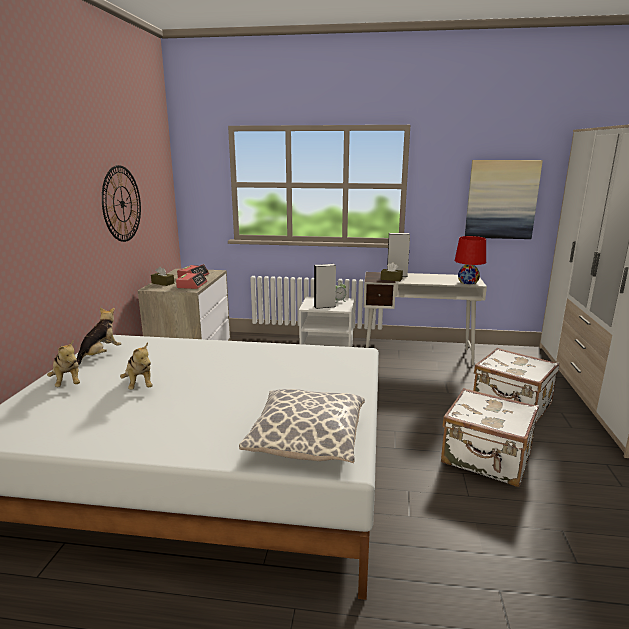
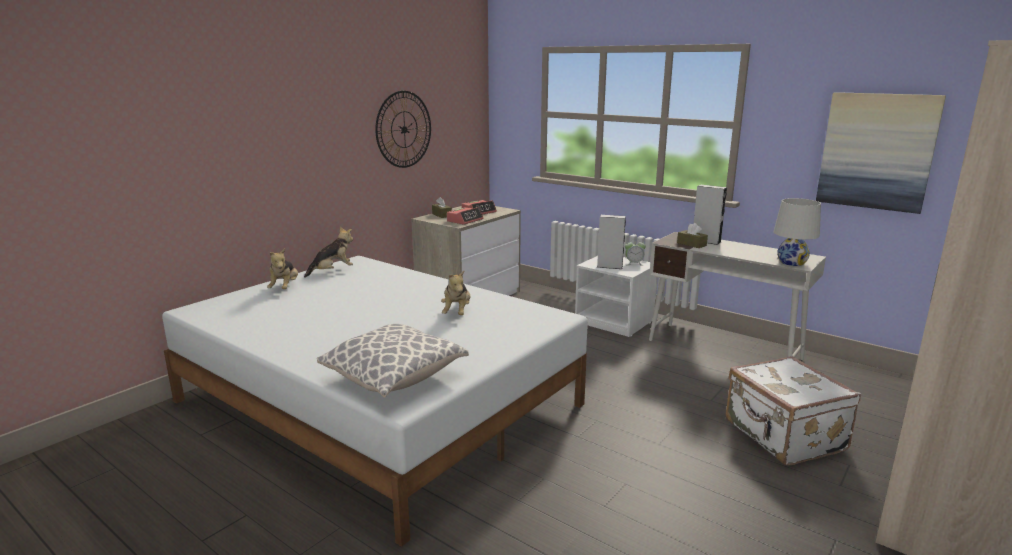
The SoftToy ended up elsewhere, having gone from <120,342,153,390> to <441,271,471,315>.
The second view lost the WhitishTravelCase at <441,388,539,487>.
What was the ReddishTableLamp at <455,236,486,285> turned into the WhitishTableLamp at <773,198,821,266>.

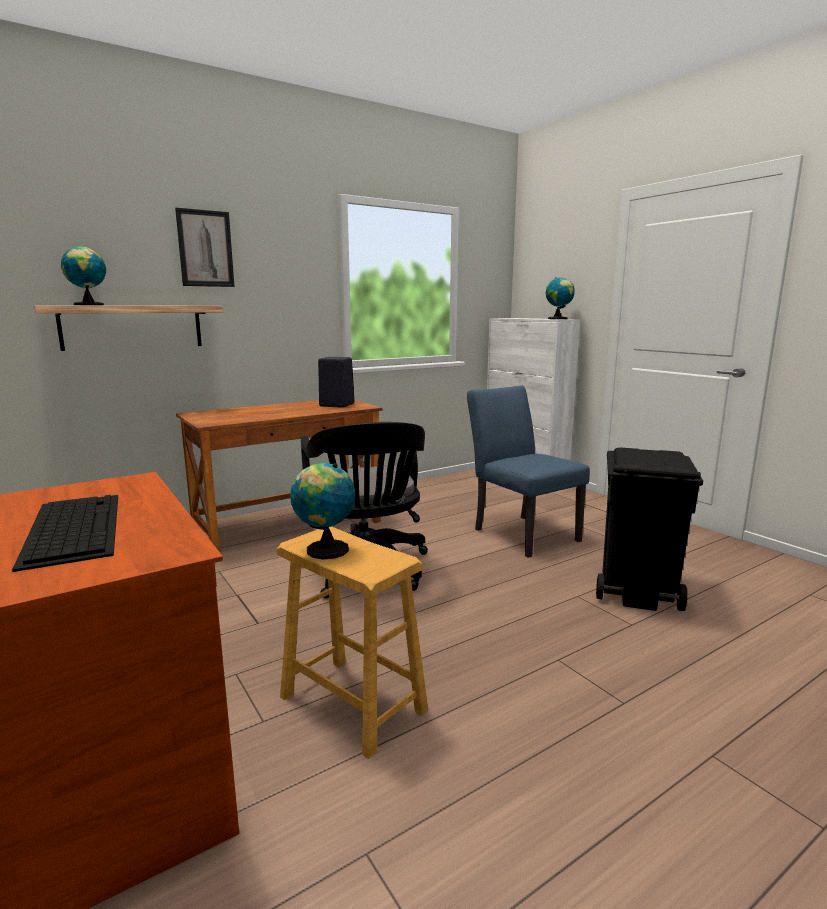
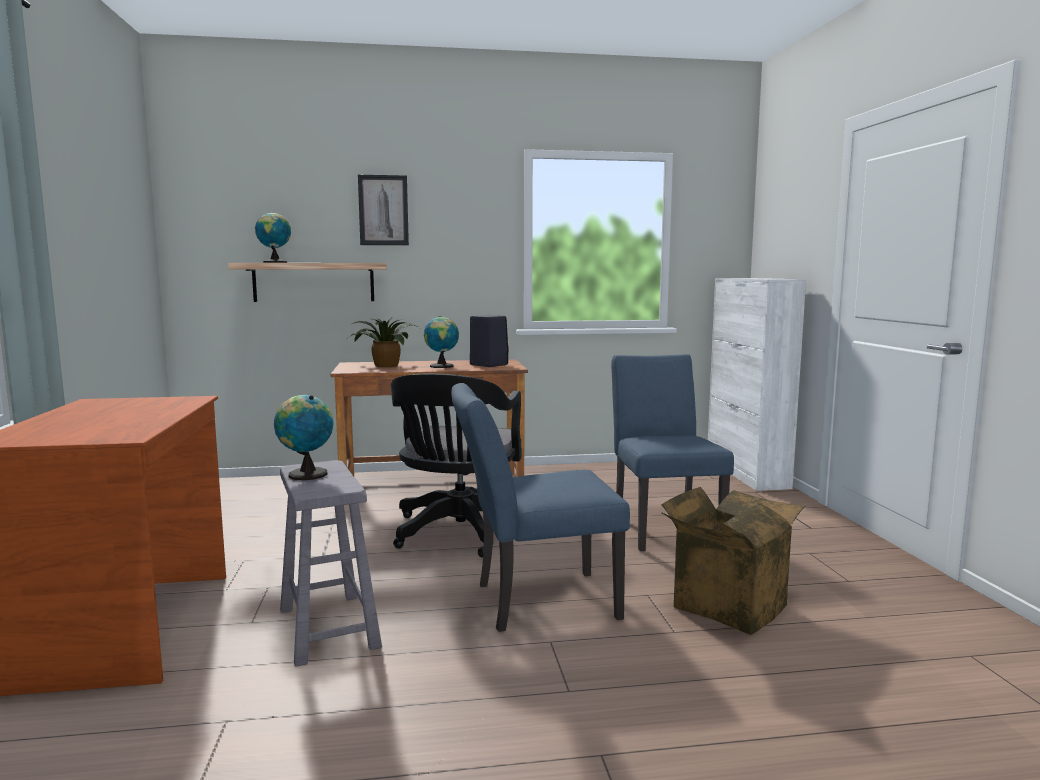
The second view lost the PcKeyboard at <12,495,118,572>.
What was the BrownColouredStool at <277,527,428,759> turned into the GrayStool at <280,460,382,667>.
The Globe ended up elsewhere, having gone from <546,277,575,319> to <424,316,459,368>.
Where the BlackColouredWasteBin stood at <596,447,703,611>, the Carton came to stand at <661,487,806,635>.
The second view gained the Houseplant at <348,315,420,367>.
The second view gained the BlueChair at <451,383,630,632>.

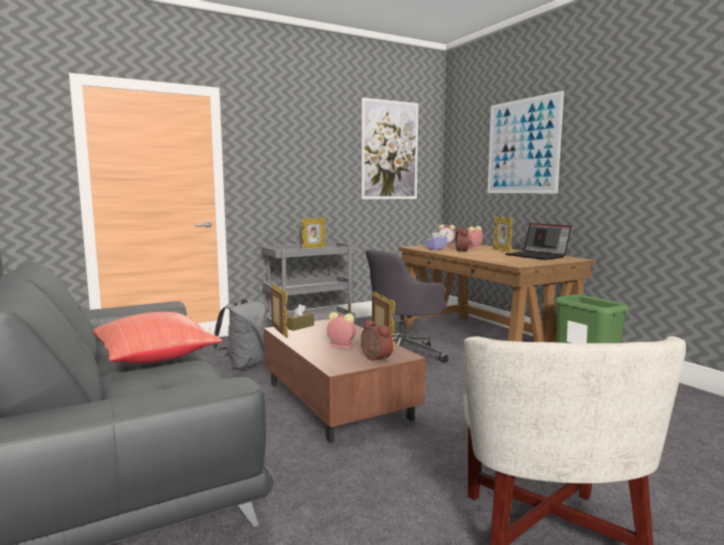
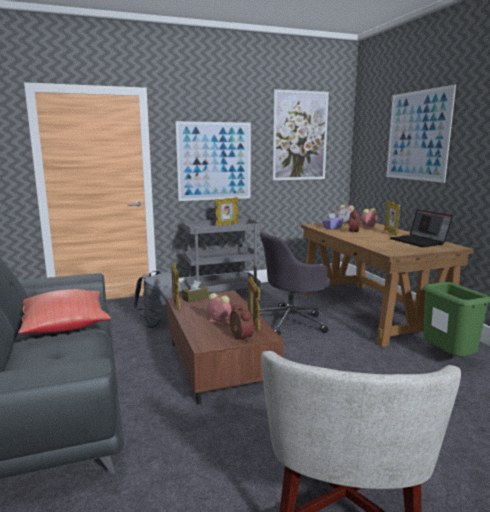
The second view gained the Picture at <175,121,251,201>.

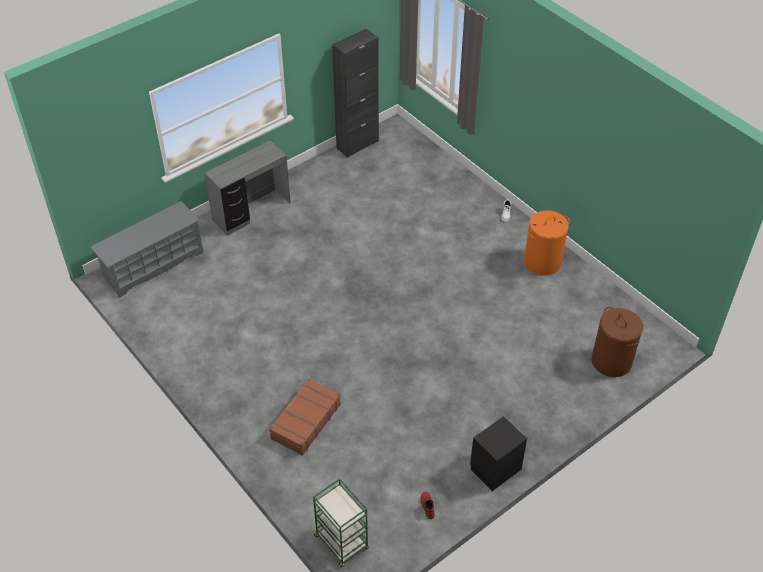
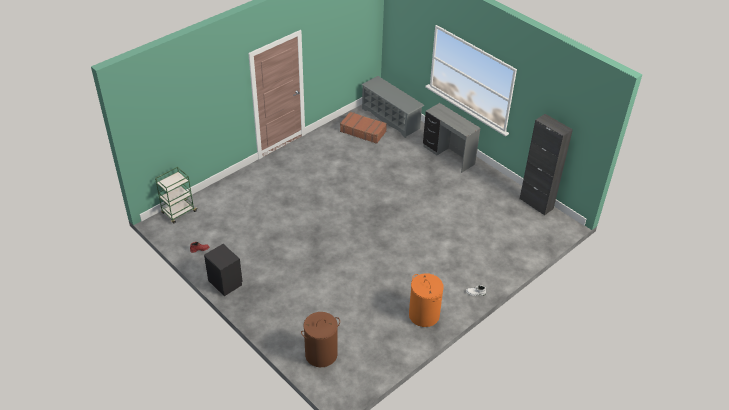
The BrownColouredTravelCase ended up elsewhere, having gone from <269,379,341,456> to <340,112,387,144>.

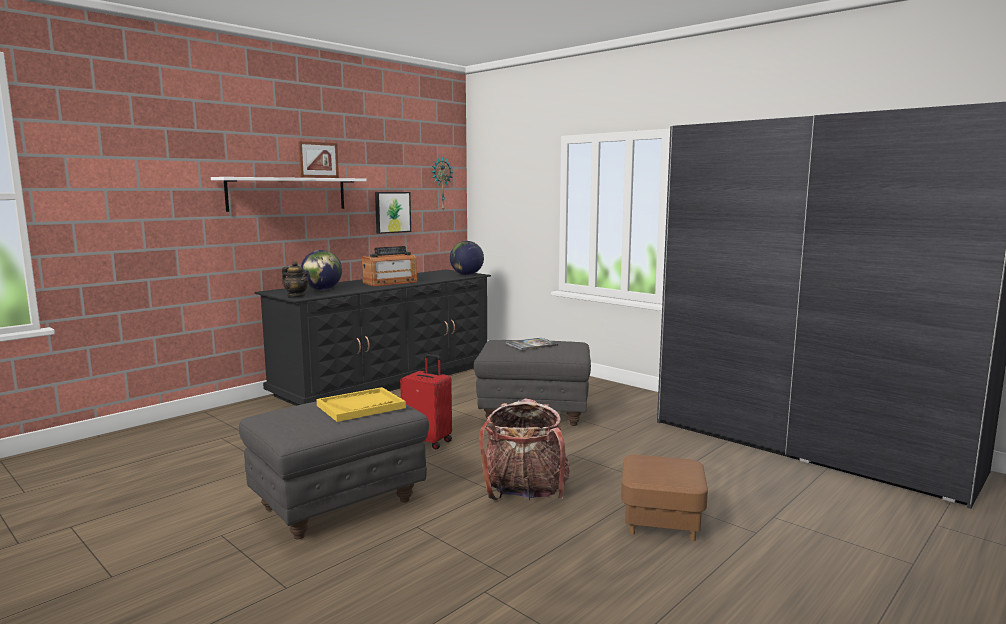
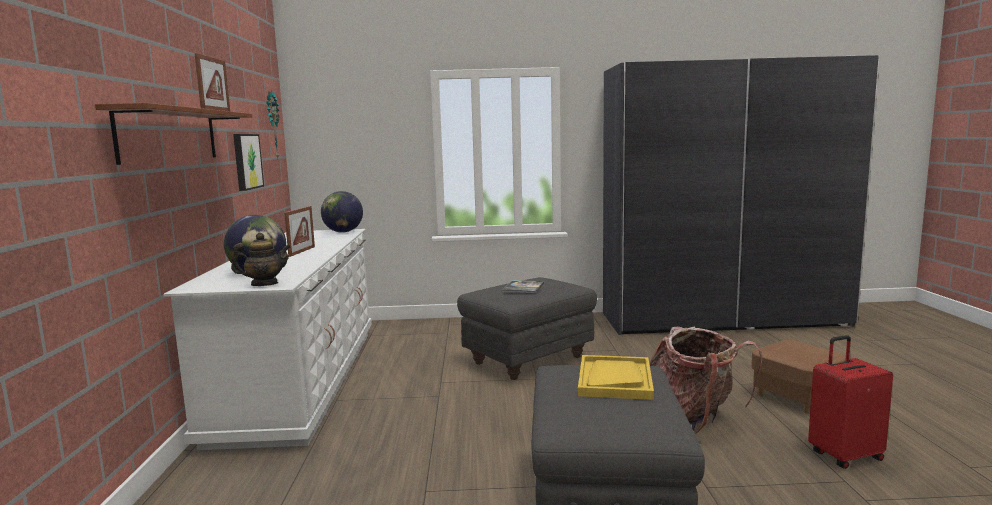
What was the WhitishWallShelf at <211,177,367,212> turned into the BrownColouredWallShelf at <95,103,252,165>.
What was the BlackColouredDrawerChest at <255,269,491,406> turned into the WhitishDrawerChest at <163,229,372,450>.
Where the RadioSet stood at <362,246,417,286>, the PictureFrame came to stand at <284,206,315,257>.
The ReddishTravelCase ended up elsewhere, having gone from <400,354,452,449> to <808,335,893,469>.

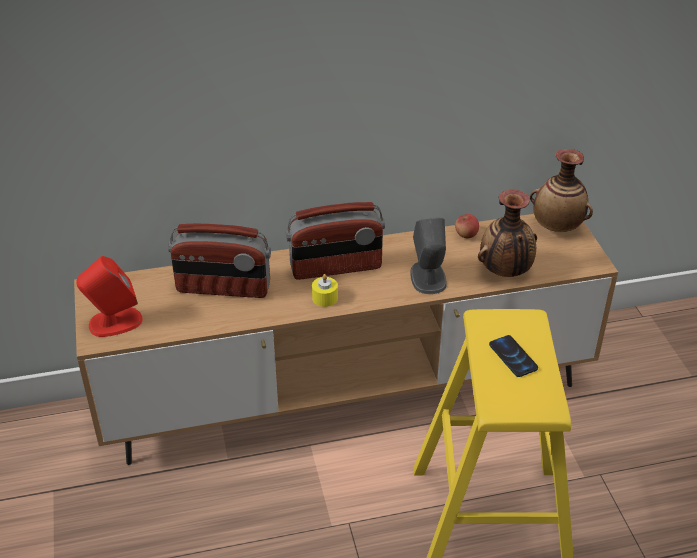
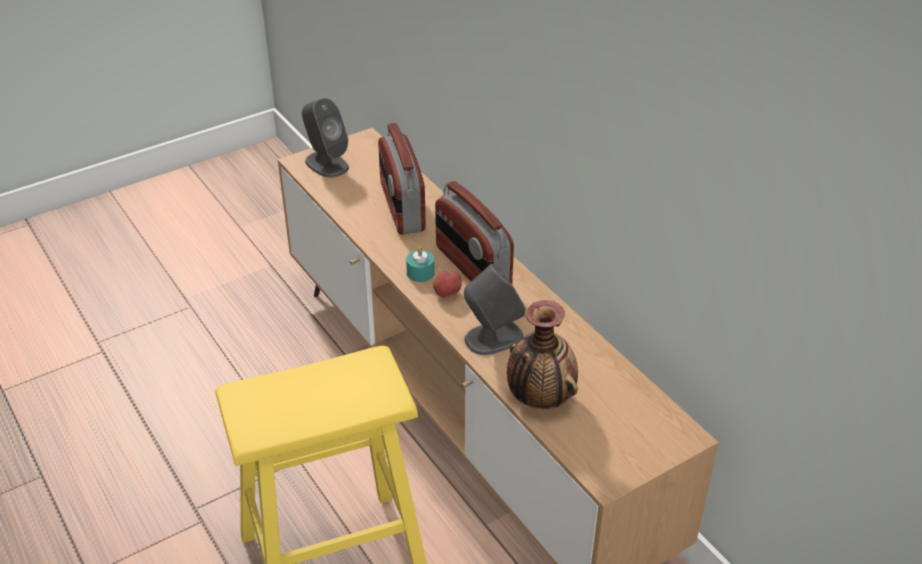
What was the ReddishLoudspeaker at <77,256,143,337> turned into the GrayLoudspeaker at <302,98,349,178>.
What was the YellowWaxCandle at <312,274,338,307> turned into the TurquoiseWaxCandle at <406,246,435,282>.
The AppleFruit ended up elsewhere, having gone from <455,214,479,238> to <433,270,462,298>.
The second view lost the Handset at <489,335,538,377>.
The second view lost the FlowerVase at <530,149,593,232>.

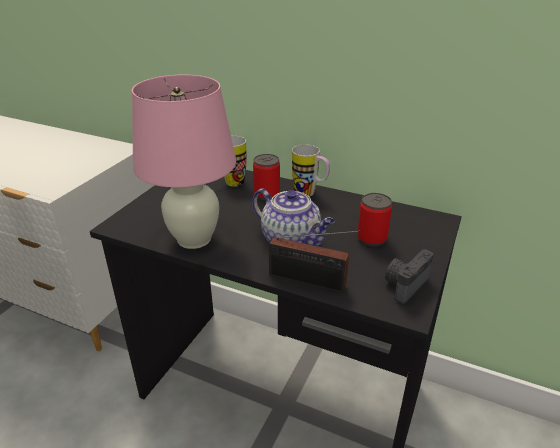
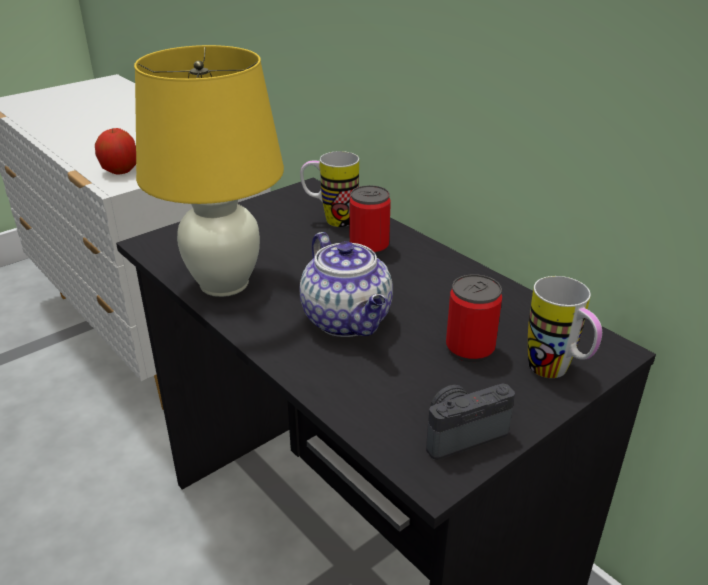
What was the PinkTableLamp at <132,75,236,249> turned into the YellowTableLamp at <134,45,284,297>.
The second view lost the RadioSet at <269,230,361,293>.
The Mug ended up elsewhere, having gone from <292,145,330,197> to <528,276,602,378>.
The second view gained the AppleFruit at <95,128,136,174>.

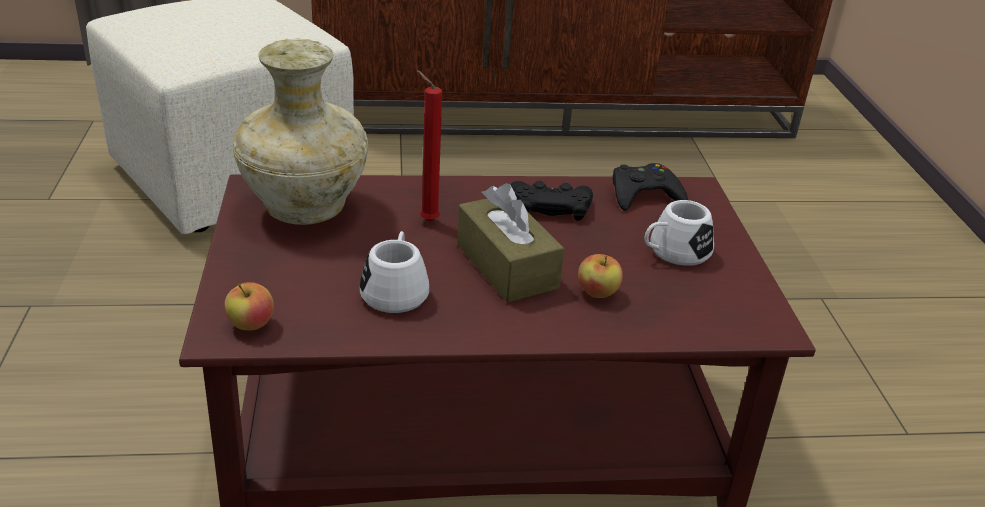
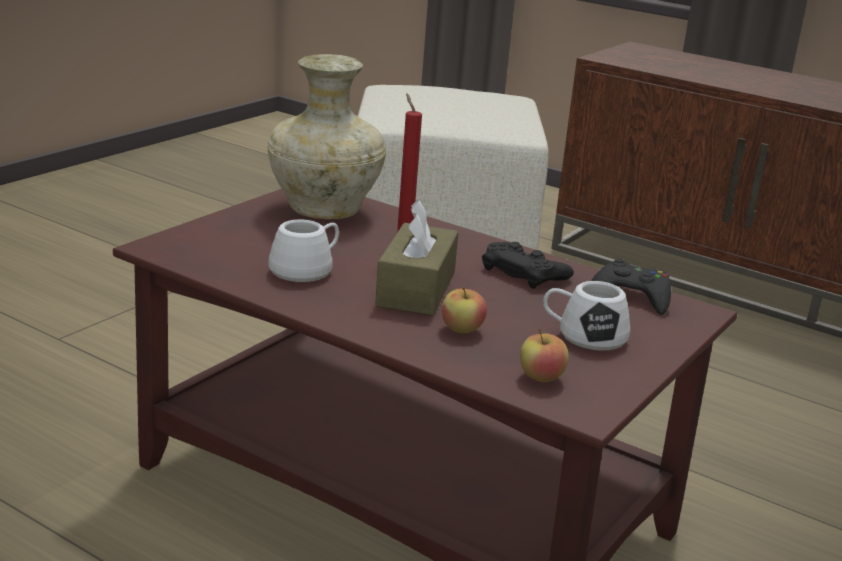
The AppleFruit ended up elsewhere, having gone from <224,282,274,331> to <520,329,569,382>.

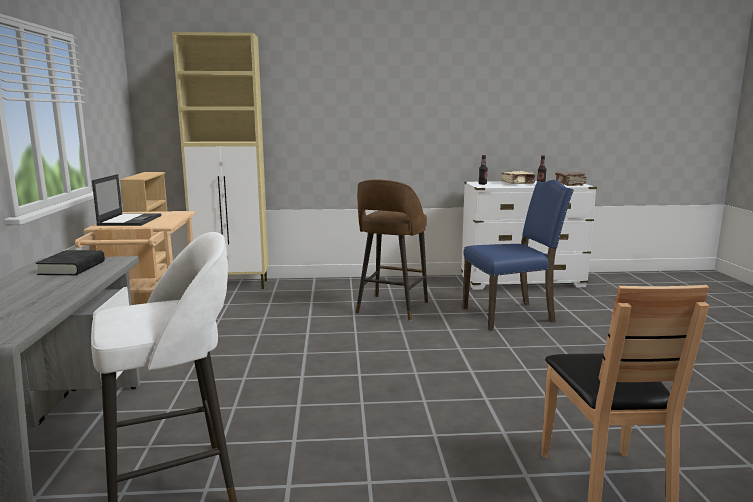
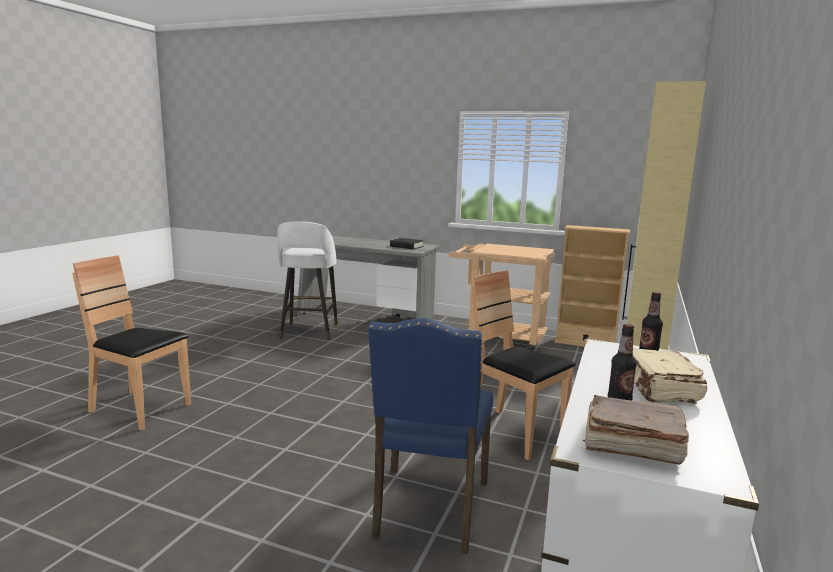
The second view lost the Laptop at <92,174,161,226>.
Where the BrownColouredStool stood at <355,179,428,321>, the BrownColouredChair came to stand at <472,270,576,460>.

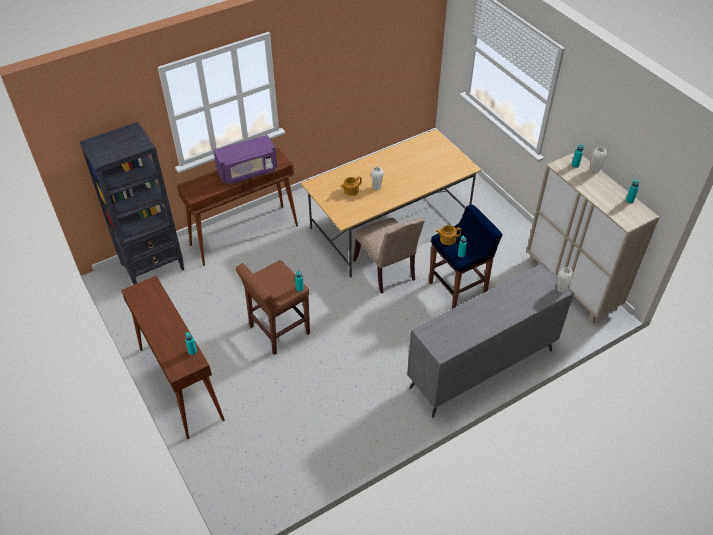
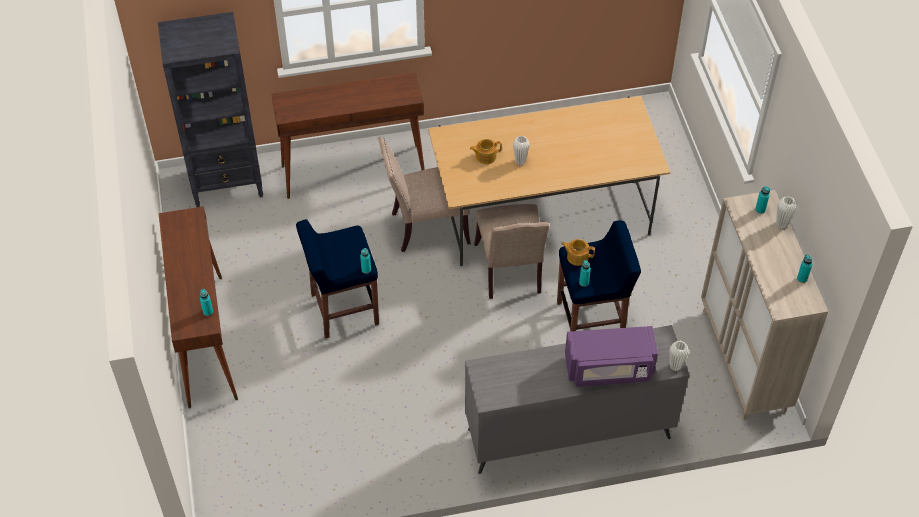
The PurplishKitchenMicrowave ended up elsewhere, having gone from <213,135,277,184> to <565,326,658,387>.
What was the BrownColouredStool at <236,261,310,355> turned into the BlueStool at <296,219,379,339>.
The second view gained the SandColouredChair at <378,137,471,252>.

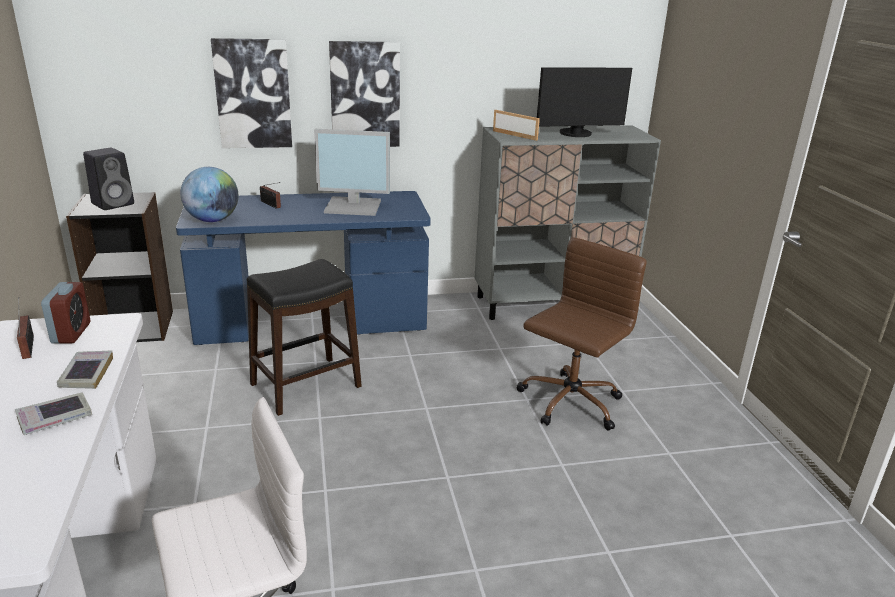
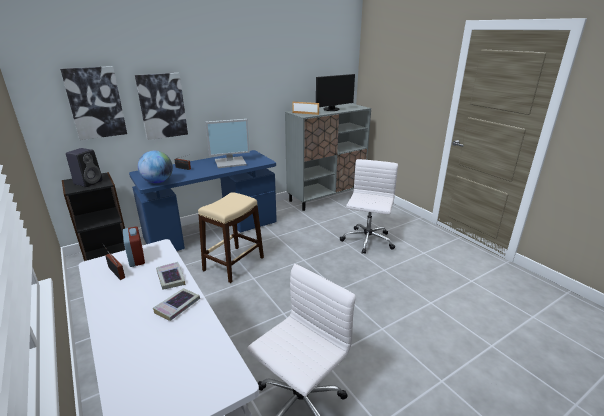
What was the BlackColouredStool at <247,259,362,416> turned into the SandColouredStool at <198,192,264,283>.
The Picture ended up elsewhere, having gone from <329,41,400,147> to <60,66,127,140>.
What was the BrownColouredDeskChair at <516,238,646,431> turned into the WhitishDeskChair at <340,159,398,254>.

